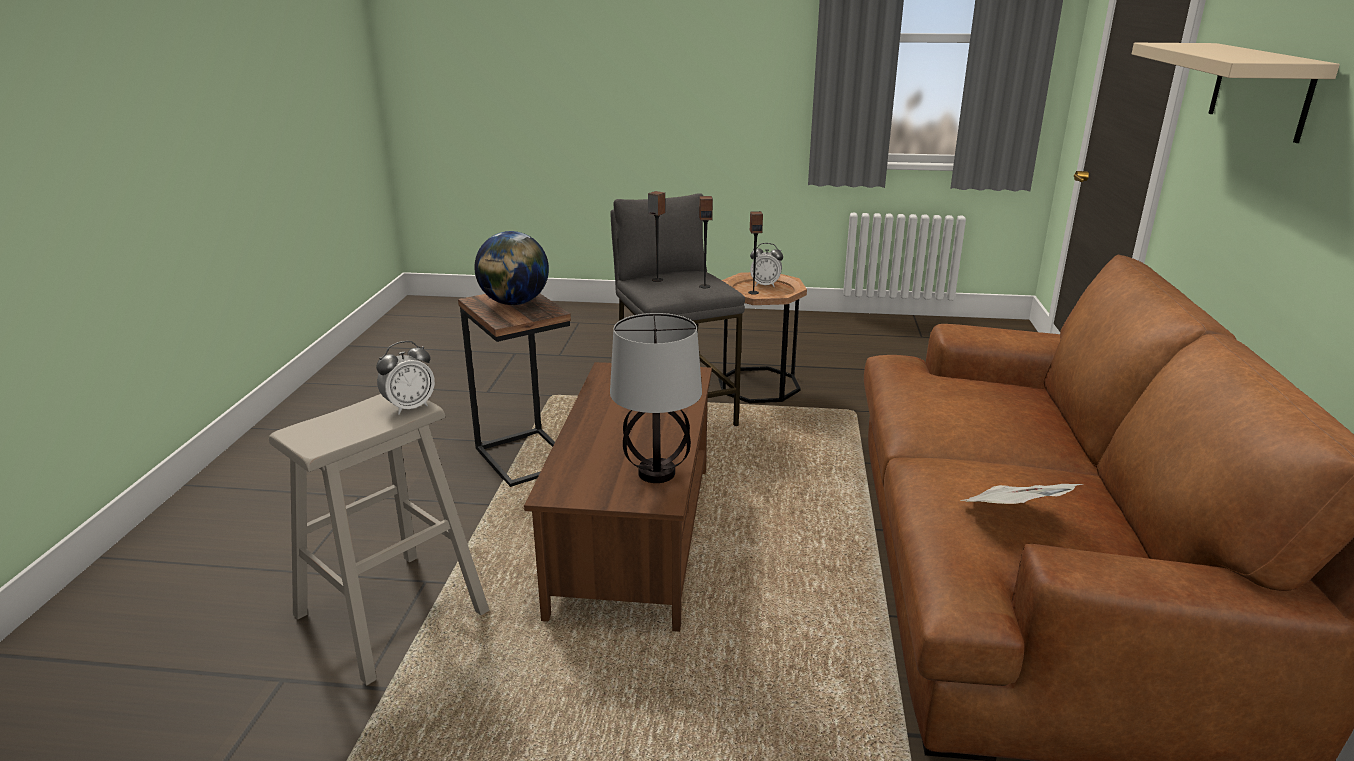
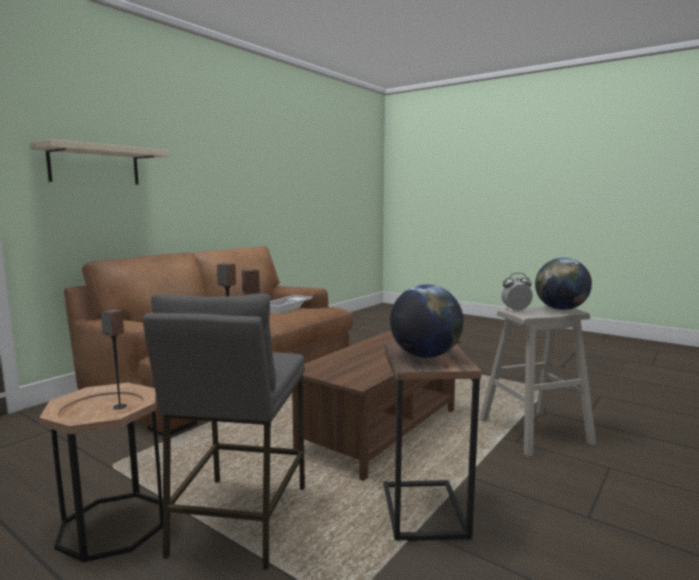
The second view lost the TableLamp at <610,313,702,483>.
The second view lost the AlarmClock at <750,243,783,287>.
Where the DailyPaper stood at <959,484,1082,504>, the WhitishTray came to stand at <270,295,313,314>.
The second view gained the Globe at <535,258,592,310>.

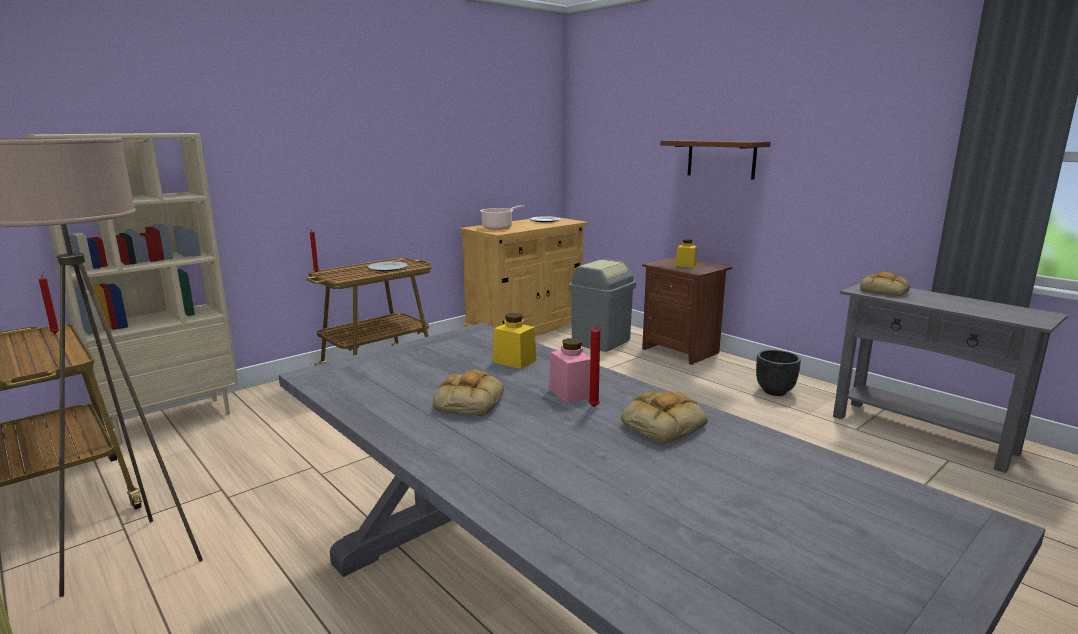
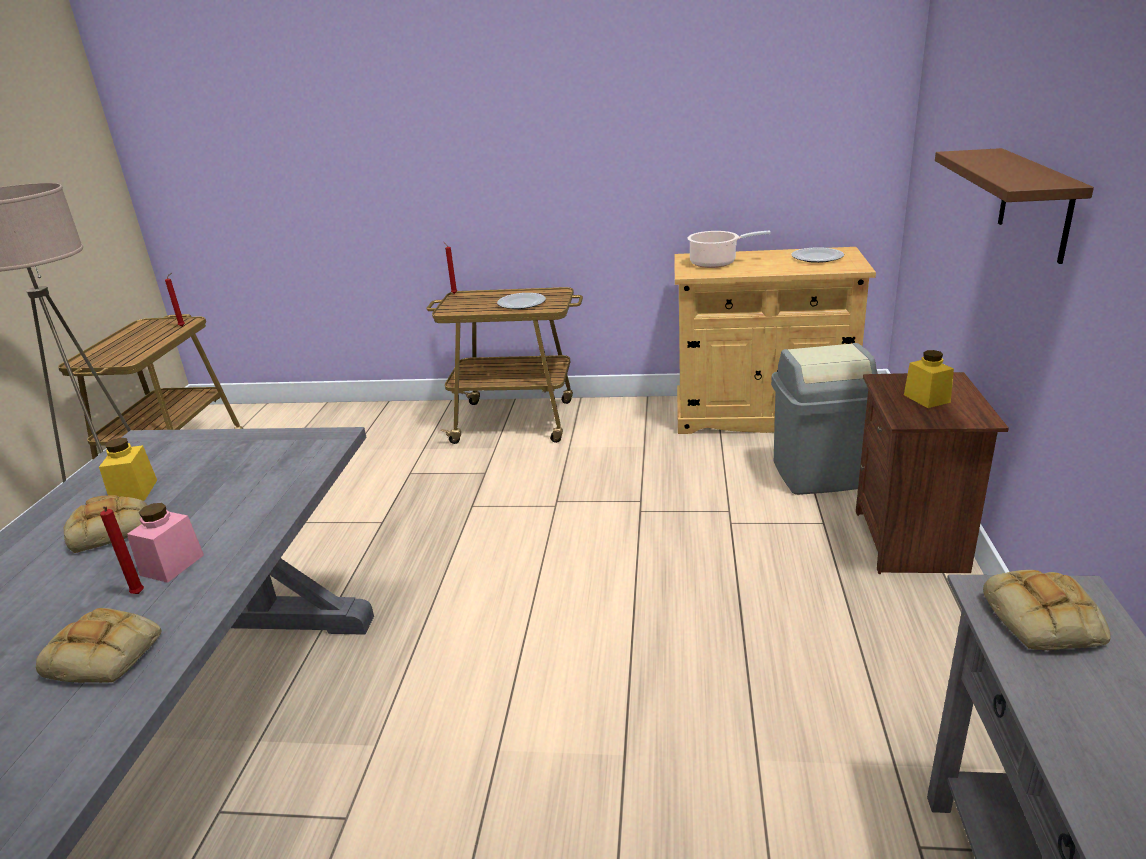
The second view lost the SandColouredBookshelf at <27,133,239,445>.
The YellowJar ended up elsewhere, having gone from <493,313,537,369> to <99,438,157,501>.
The second view lost the BlackColouredPlanter at <756,350,801,396>.

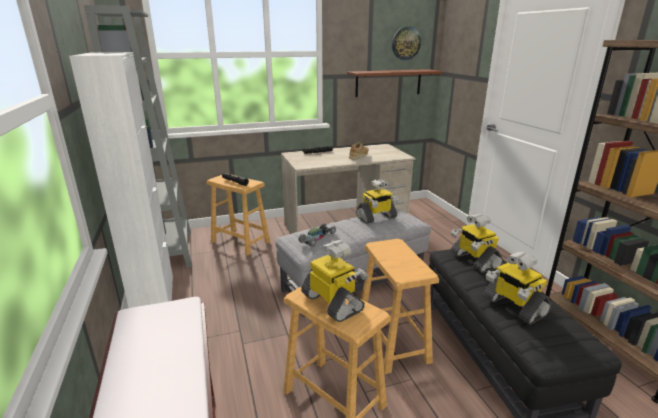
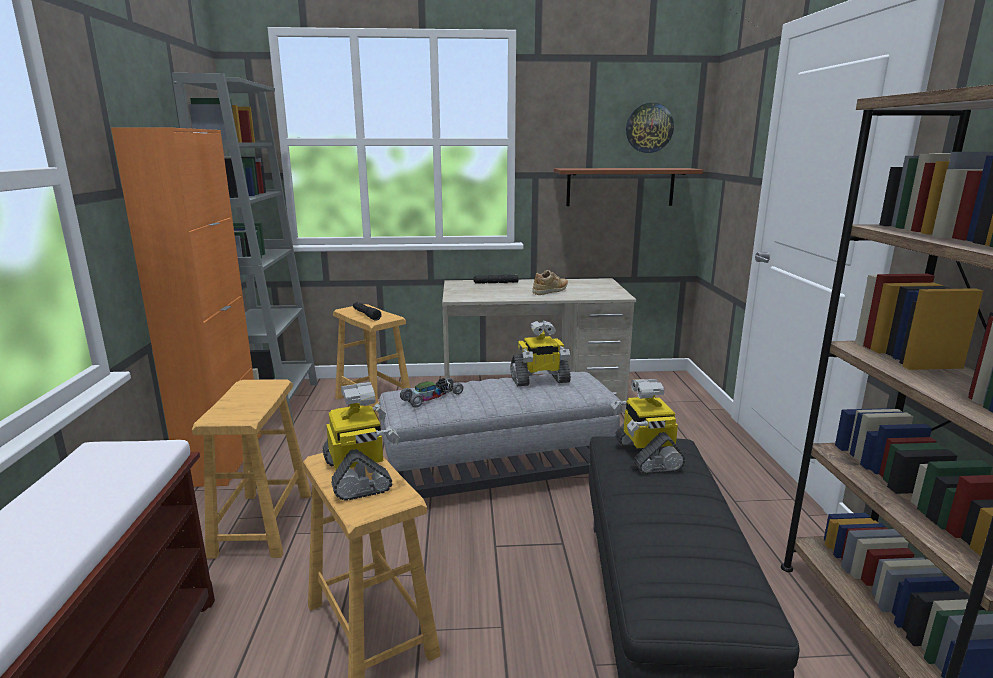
What was the WhitishCupboard at <69,52,173,308> turned into the OrangeCupboard at <111,127,261,487>.
The BrownColouredStool ended up elsewhere, having gone from <361,239,439,374> to <192,379,311,559>.
The second view lost the ModelRobot at <483,252,551,325>.

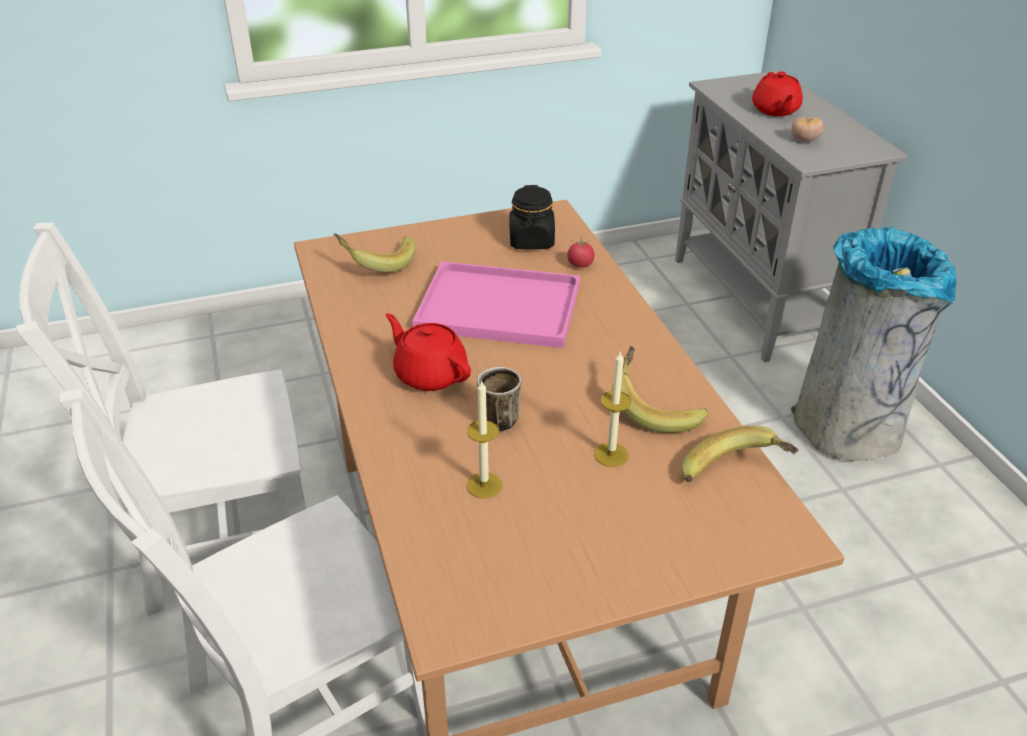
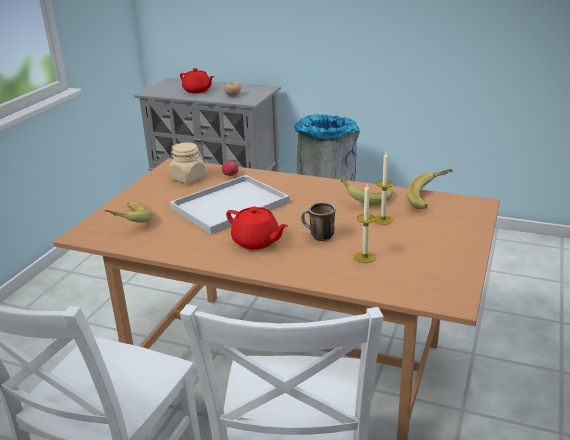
The ReddishPotForTea at <386,313,471,391> ended up facing another way, 135 degrees counterclockwise from before.
What was the PinkTray at <412,261,580,348> turned into the WhitishTray at <170,175,290,234>.
What was the BlackColouredJar at <510,185,555,250> turned into the SandColouredJar at <169,143,206,183>.

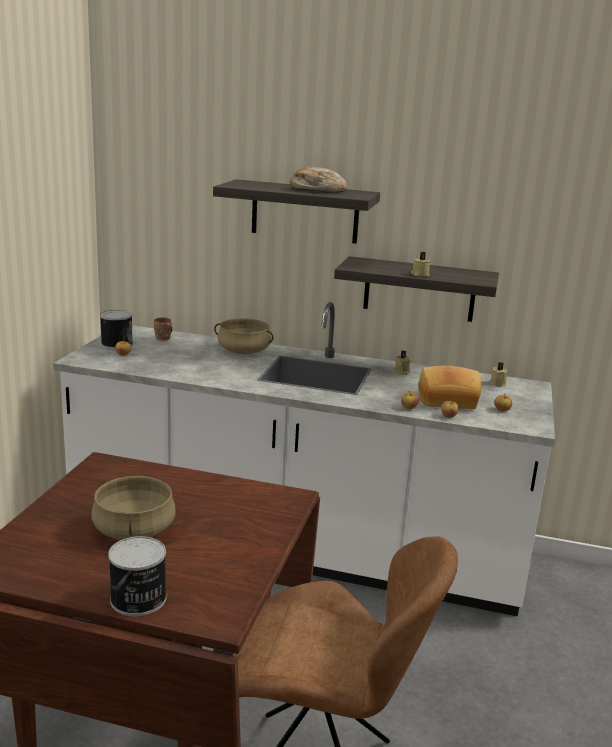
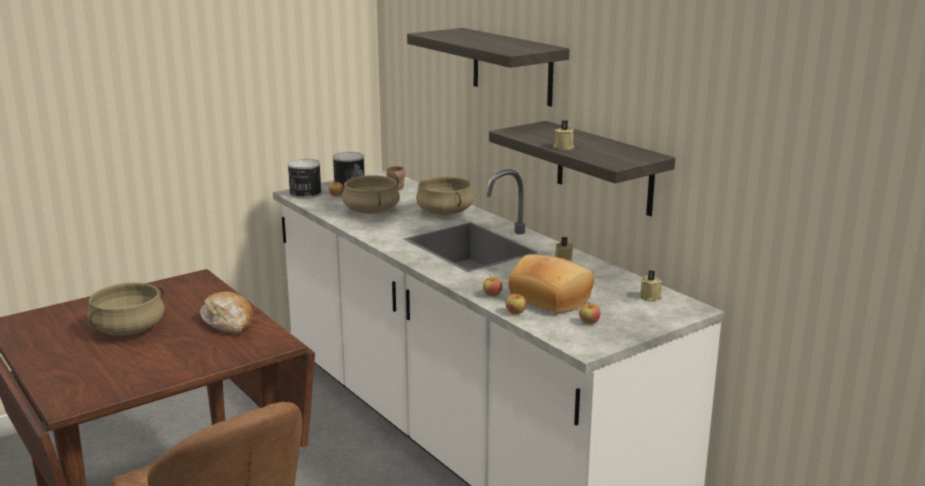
The MetalCan ended up elsewhere, having gone from <108,536,166,616> to <288,159,322,199>.
The Bread ended up elsewhere, having gone from <290,167,347,193> to <200,291,253,334>.
The second view gained the SandColouredSaucepot at <342,175,400,214>.

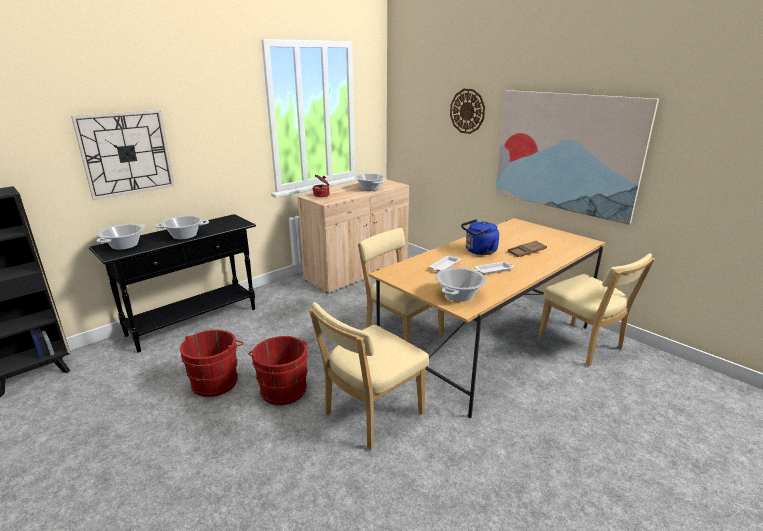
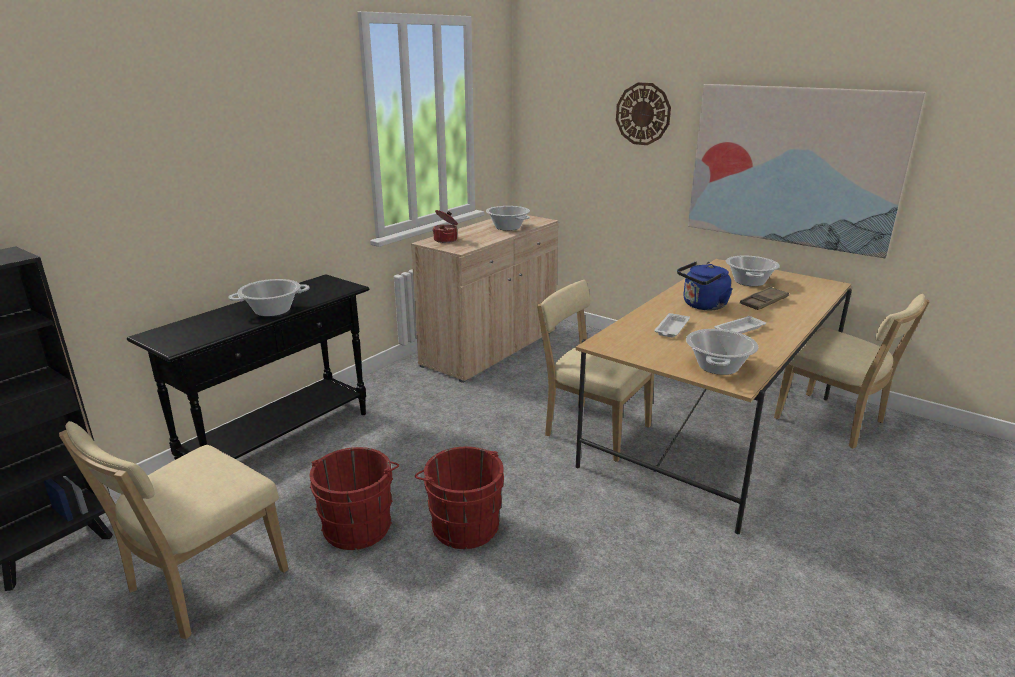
The second view lost the ClockOnTheWall at <71,110,175,200>.
The Saucepot ended up elsewhere, having gone from <96,224,146,250> to <726,256,780,286>.
The SandColouredChair ended up elsewhere, having gone from <309,302,429,450> to <59,421,289,639>.

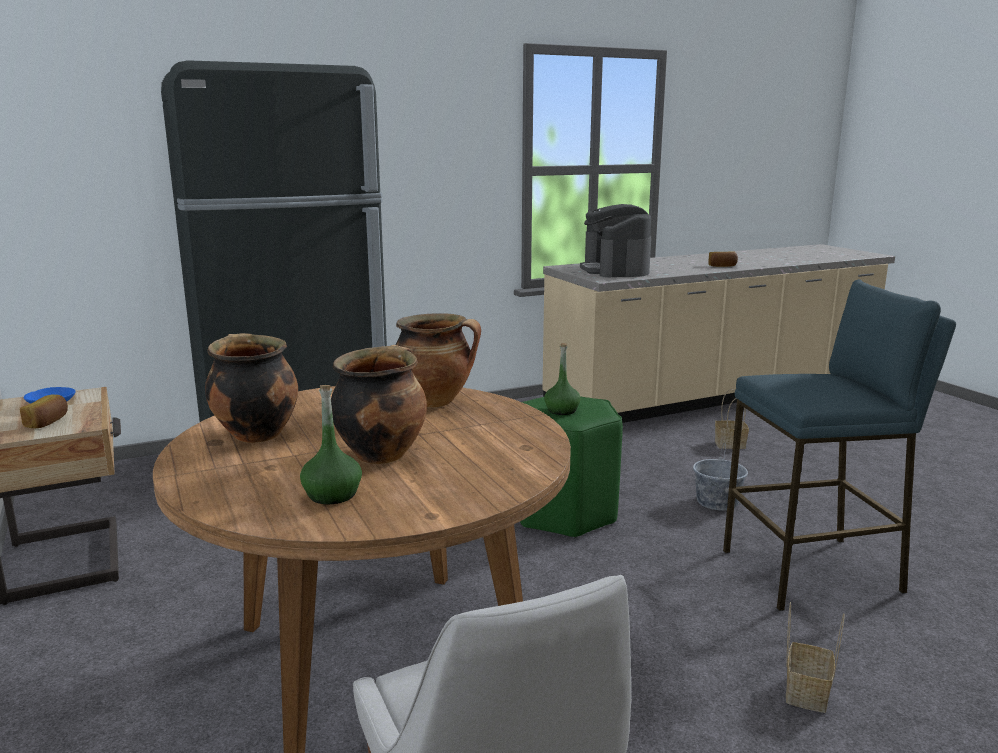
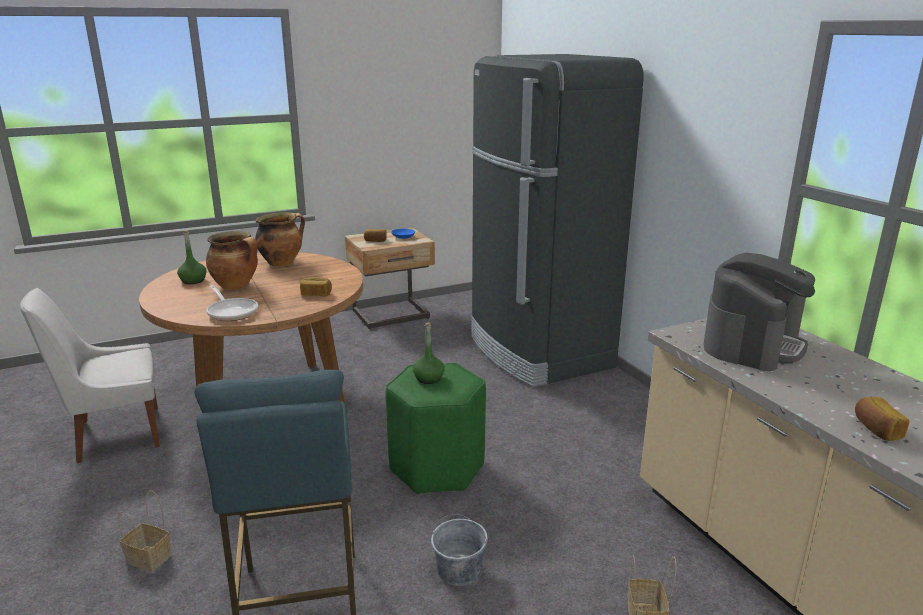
Where the Saucepot stood at <396,313,481,408>, the Bread came to stand at <300,277,332,296>.
The CoffeeMaker at <580,204,651,277> ended up facing another way, 135 degrees clockwise from before.
The second view gained the Pan at <206,285,258,321>.

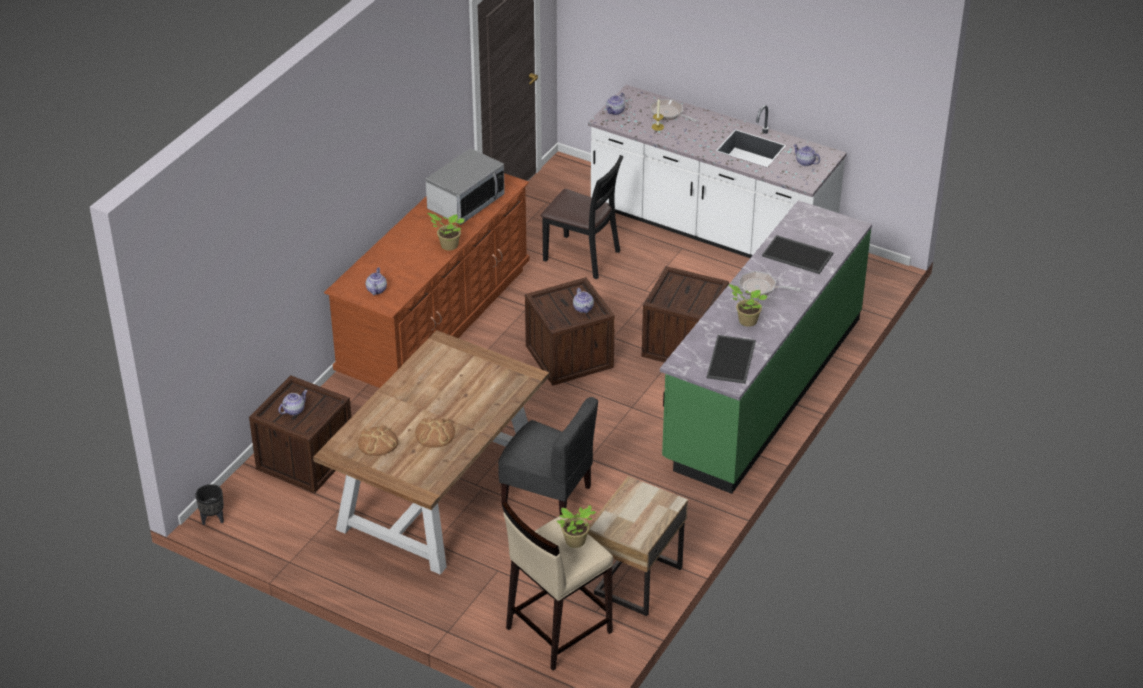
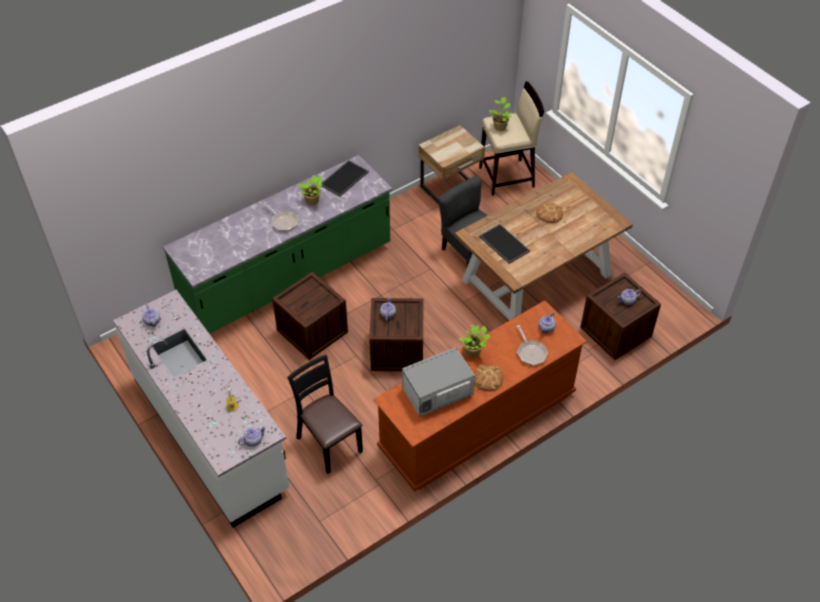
The second view lost the BlackColouredPlanter at <195,484,224,525>.
The Bread ended up elsewhere, having gone from <358,425,398,456> to <474,365,504,391>.
The Pan ended up elsewhere, having gone from <651,99,697,122> to <516,325,548,365>.
The Tray ended up elsewhere, having gone from <762,235,833,274> to <479,224,530,264>.

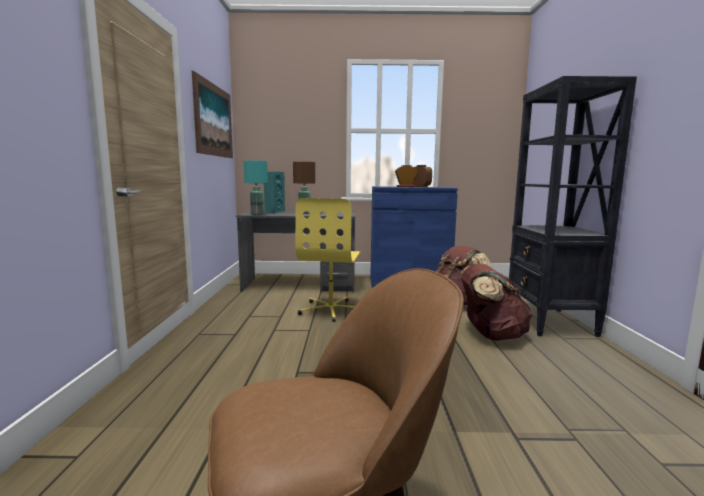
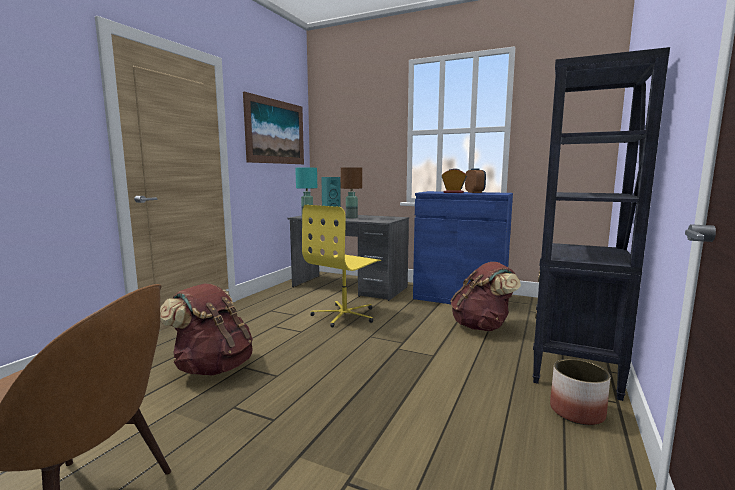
The BrownColouredKnapsack ended up elsewhere, having gone from <460,264,533,341> to <160,283,253,376>.
The second view gained the Planter at <550,359,610,425>.

